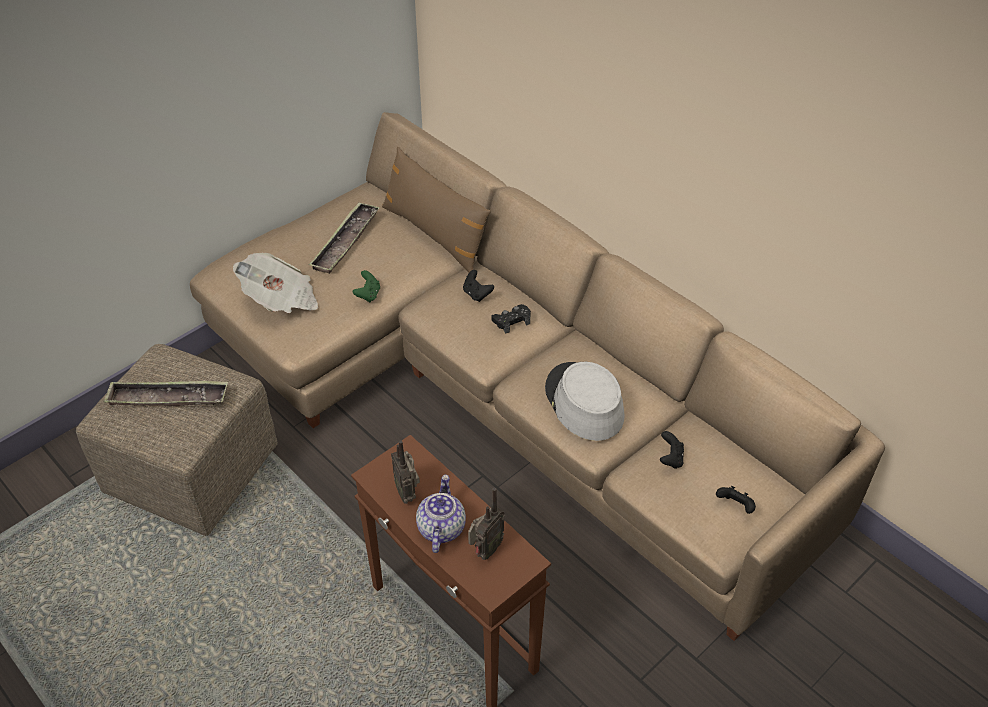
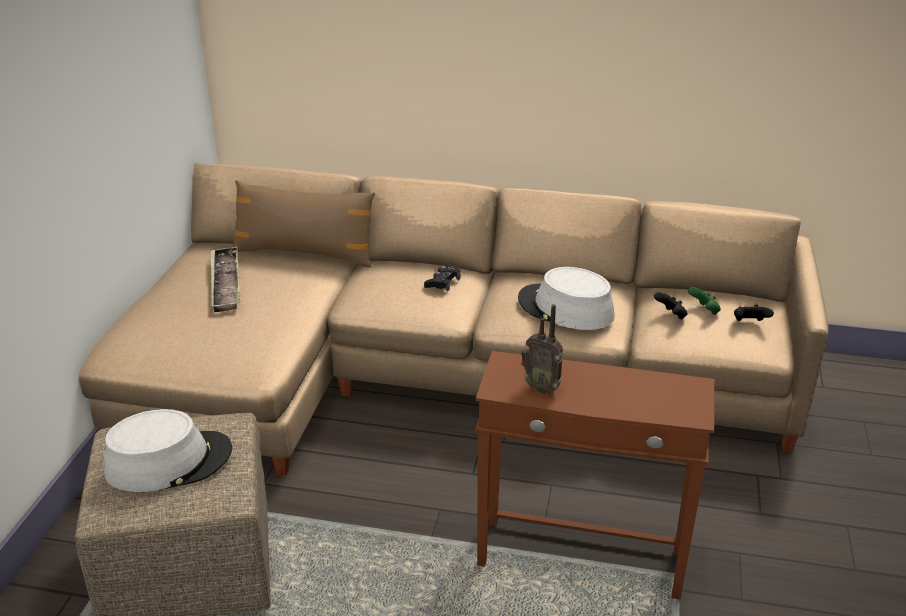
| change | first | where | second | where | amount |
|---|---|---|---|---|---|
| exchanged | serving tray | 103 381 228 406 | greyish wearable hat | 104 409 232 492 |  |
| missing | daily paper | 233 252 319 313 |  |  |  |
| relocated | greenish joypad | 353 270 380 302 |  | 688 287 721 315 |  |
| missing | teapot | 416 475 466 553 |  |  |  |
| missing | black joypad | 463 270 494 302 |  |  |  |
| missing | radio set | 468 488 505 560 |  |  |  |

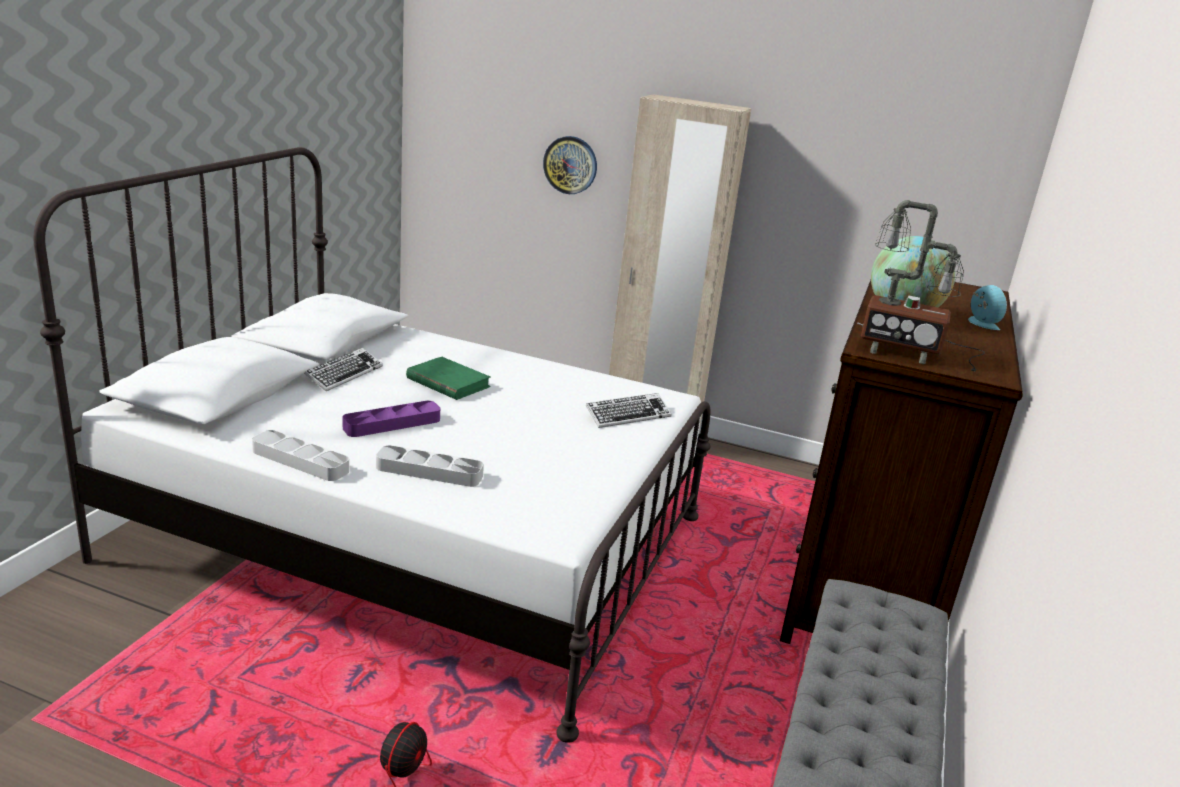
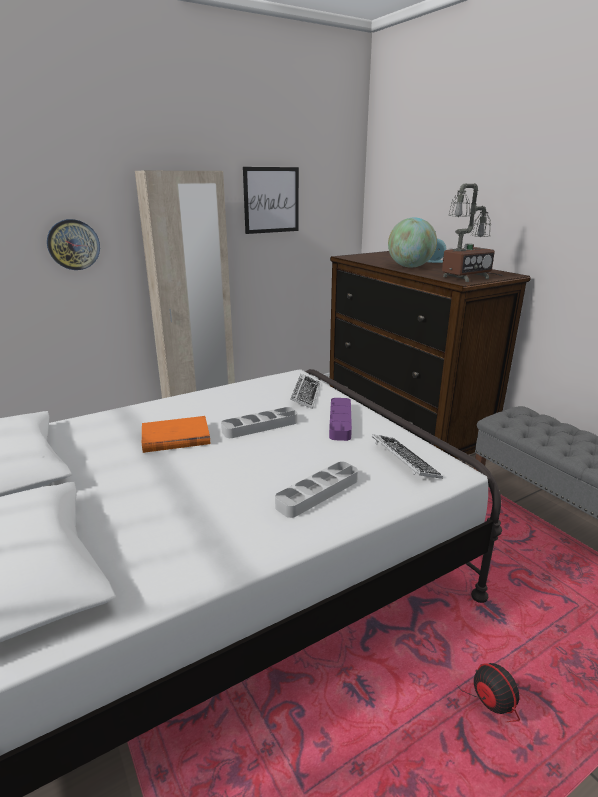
| change | first | where | second | where | amount |
|---|---|---|---|---|---|
| relocated | greyish serving tray | 252 430 349 481 |  | 221 407 297 438 |  |
| relocated | keyboard | 304 348 383 392 |  | 372 434 443 479 |  |
| relocated | purple-coloured serving tray | 342 401 440 437 |  | 329 398 352 441 |  |
| colour | greenish volume | 406 357 491 400 | orange-coloured volume | 142 416 210 453 |  |
| appeared |  |  | picture | 243 167 299 234 |  |

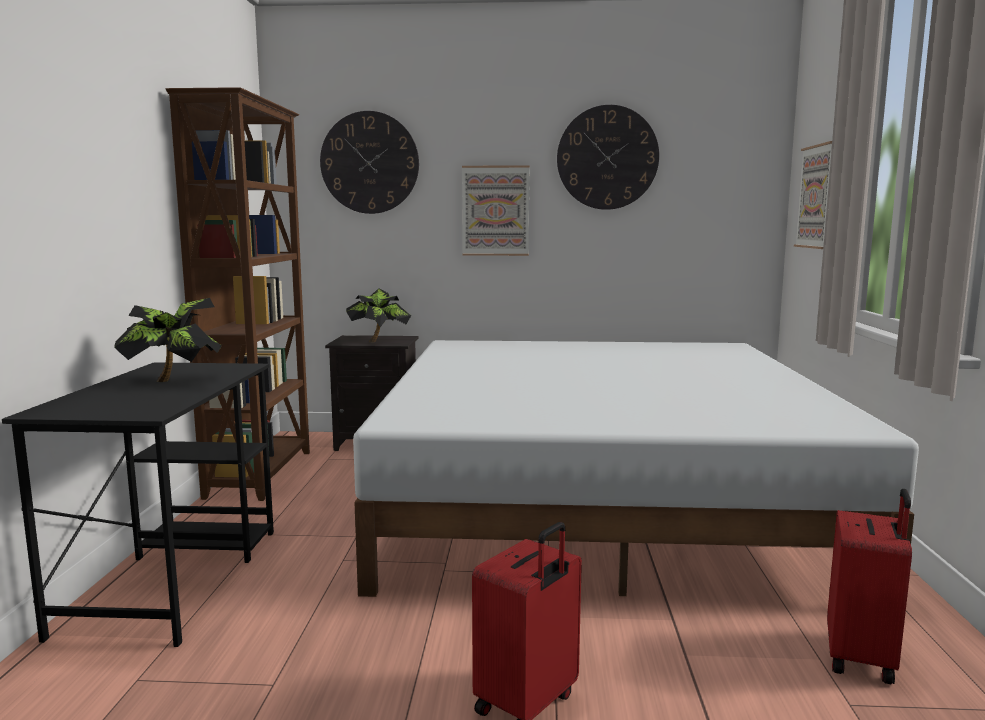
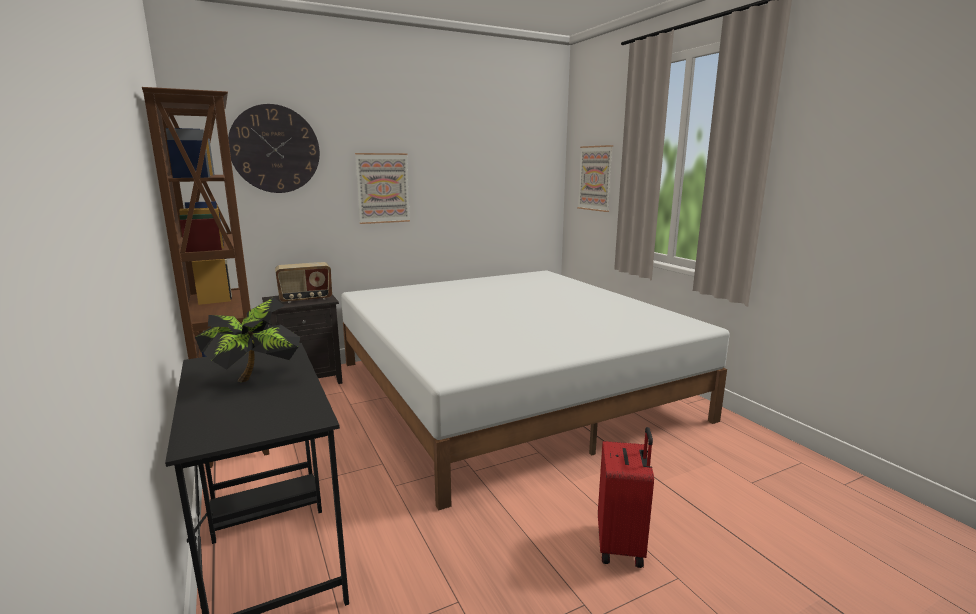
| change | first | where | second | where | amount |
|---|---|---|---|---|---|
| exchanged | potted plant | 346 288 411 342 | radio set | 275 262 332 303 |  |
| missing | clock on the wall | 557 105 659 210 |  |  |  |
| missing | reddish piece of luggage | 827 489 912 684 |  |  |  |

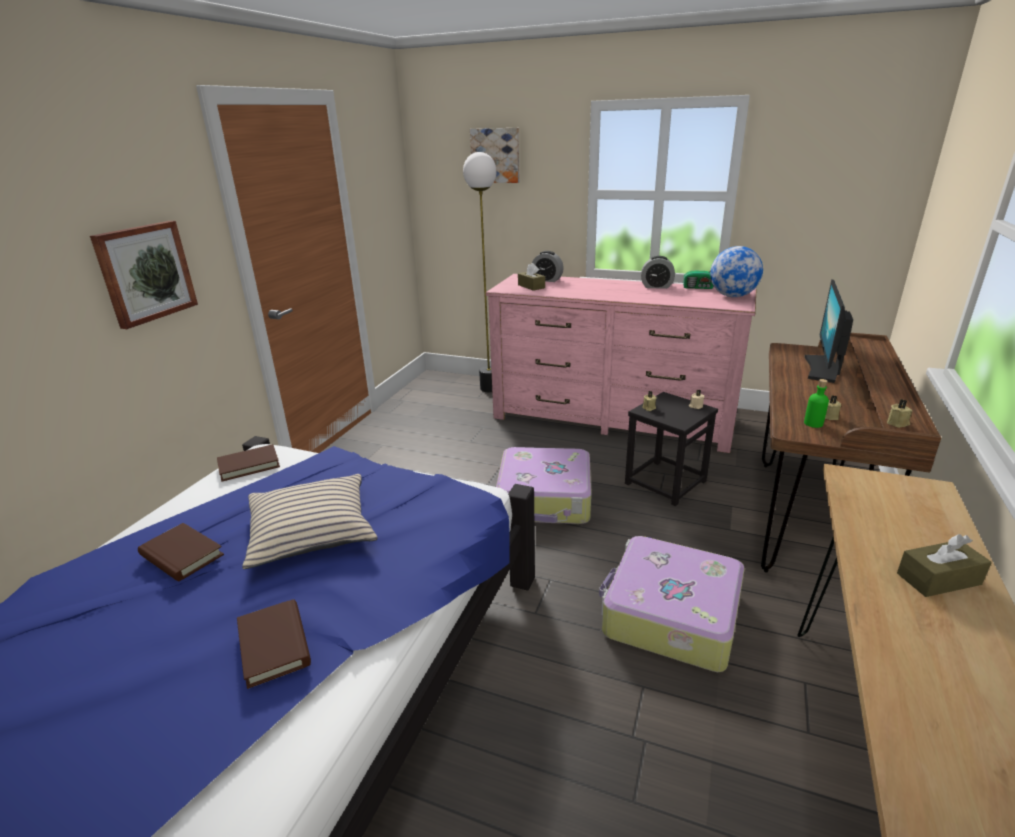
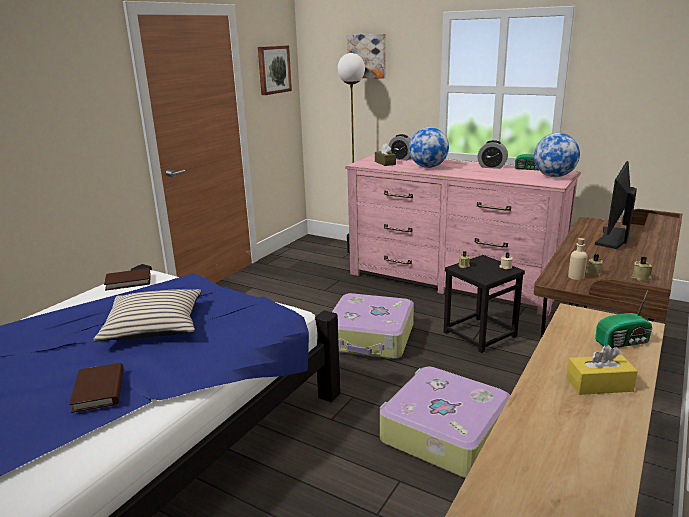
| change | first | where | second | where | amount |
|---|---|---|---|---|---|
| relocated | picture | 90 221 198 329 |  | 258 45 292 95 |  |
| missing | brown-coloured volume | 138 523 224 581 |  |  |  |
| colour | greenish bottle | 804 379 829 428 | beige bottle | 568 238 587 280 |  |
| colour | brown-coloured box of tissues | 897 534 992 597 | yellowish box of tissues | 566 344 638 395 |  |
| appeared |  |  | world globe | 409 127 449 168 |  |
| appeared |  |  | radio set | 595 290 653 348 |  |

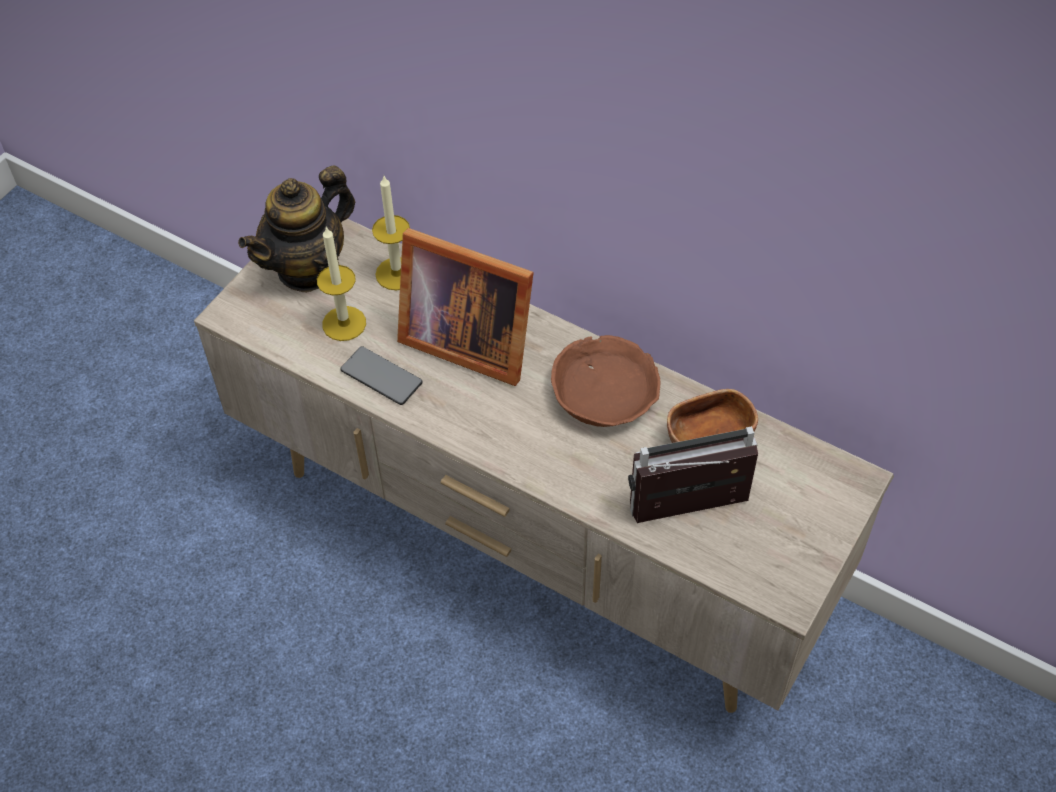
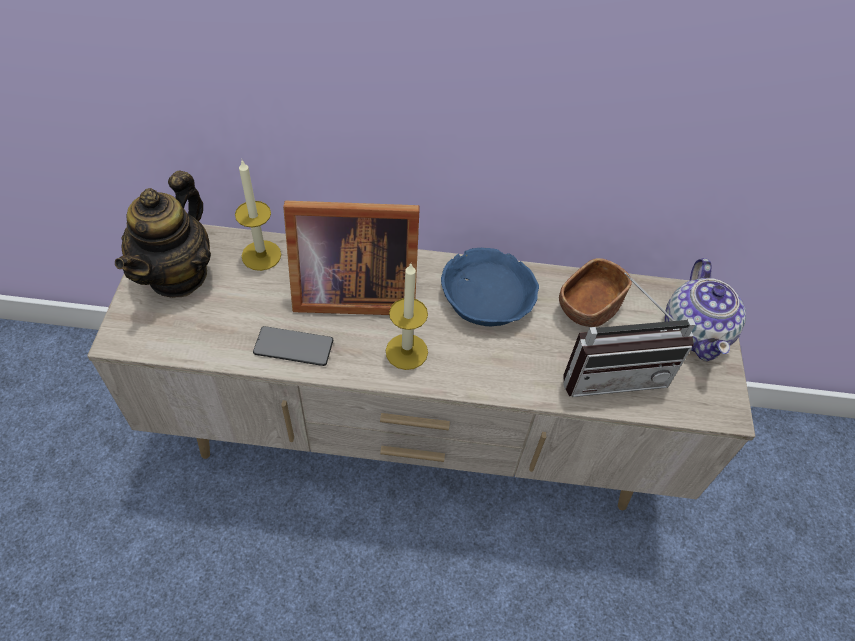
| change | first | where | second | where | amount |
|---|---|---|---|---|---|
| relocated | candle | 317 226 366 341 |  | 386 264 428 370 |  |
| colour | brown-coloured deep dish | 551 335 660 427 | bluish deep dish | 441 248 539 326 |  |
| spun | radio set | 628 426 758 523 |  | 563 272 695 397 | 150 degrees counterclockwise |
| appeared |  |  | teapot | 665 258 746 361 |  |

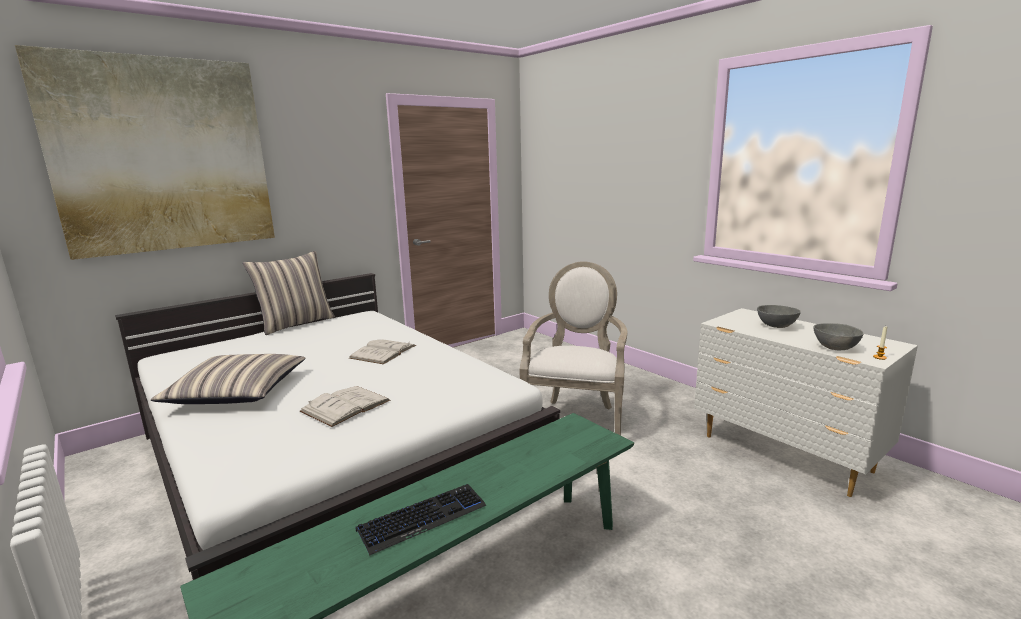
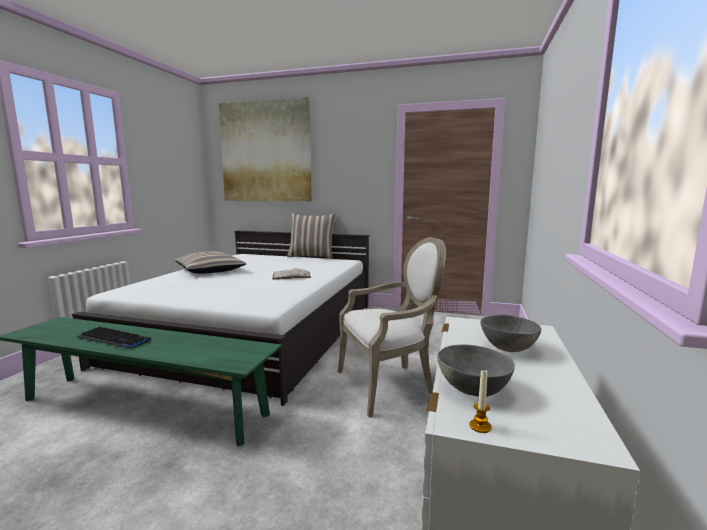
| change | first | where | second | where | amount |
|---|---|---|---|---|---|
| missing | white-coloured volume | 300 386 390 427 |  |  |  |

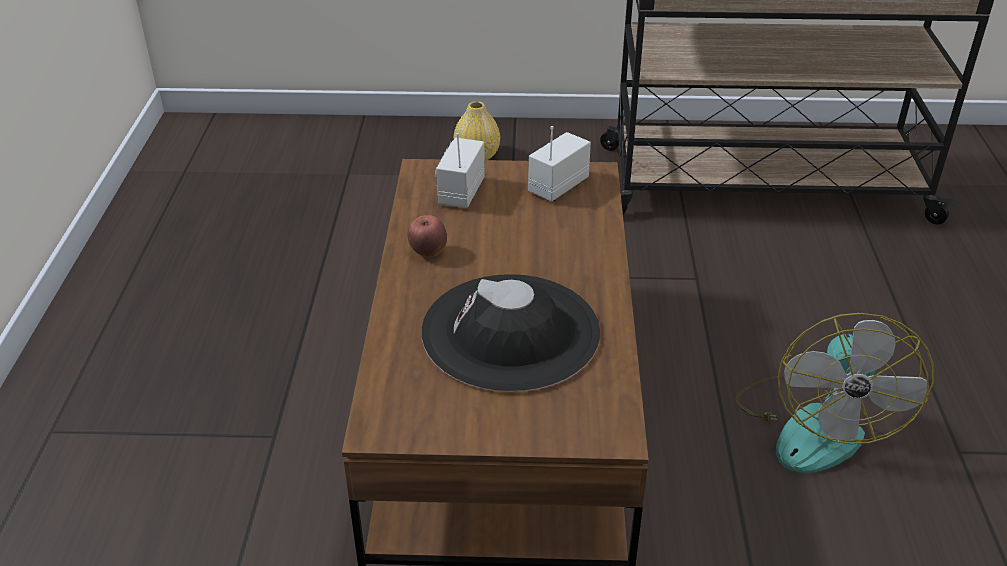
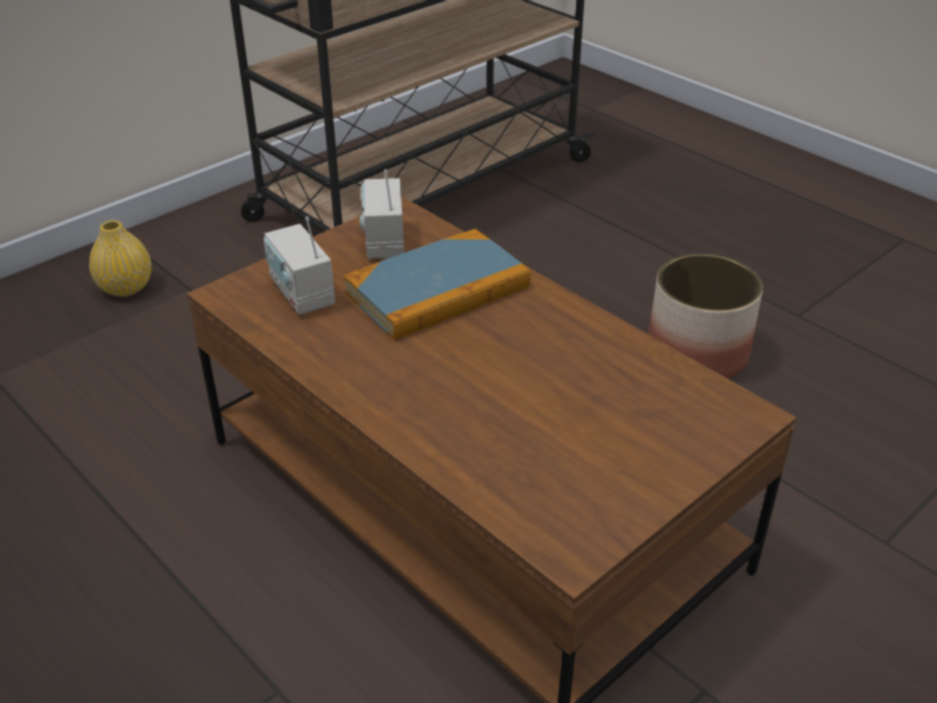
| change | first | where | second | where | amount |
|---|---|---|---|---|---|
| missing | apple fruit | 407 215 447 257 |  |  |  |
| missing | black wearable hat | 421 274 600 392 |  |  |  |
| exchanged | fan | 736 313 934 473 | flower pot | 648 254 763 378 |  |
| appeared |  |  | volume | 343 229 531 340 |  |

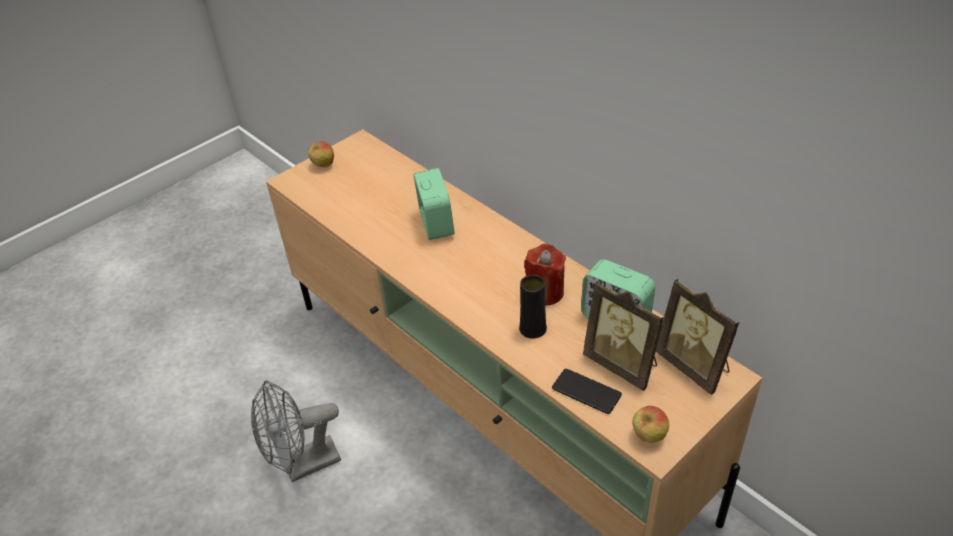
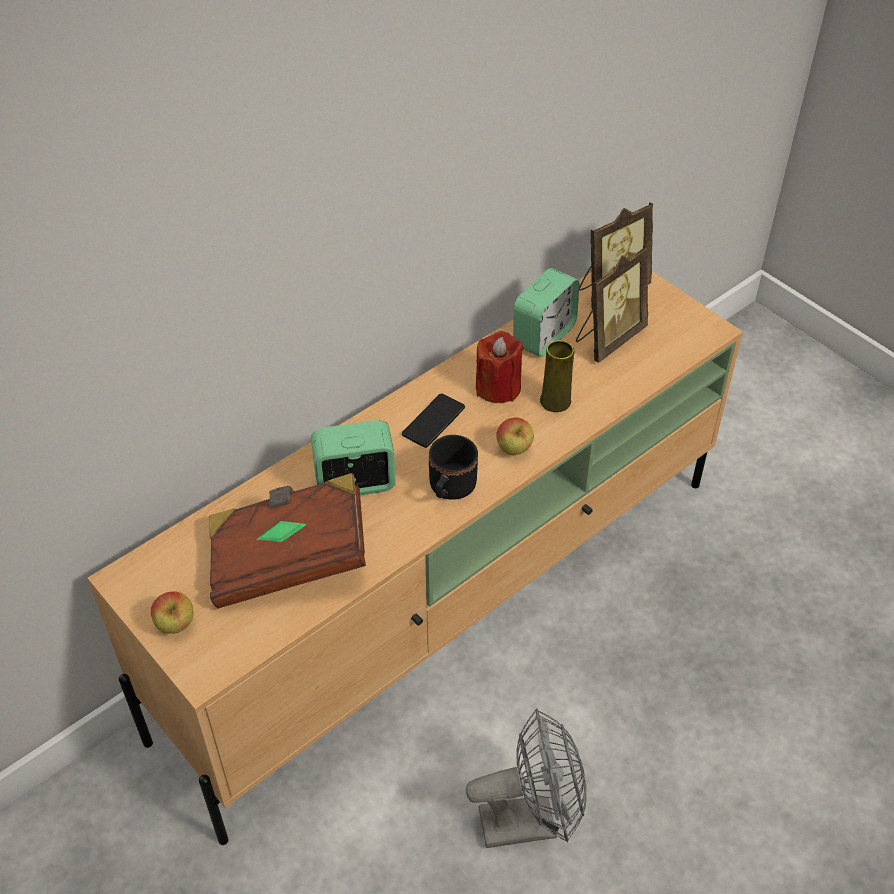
| change | first | where | second | where | amount |
|---|---|---|---|---|---|
| spun | greyish fan | 251 380 341 482 |  | 465 708 586 848 | 75 degrees counterclockwise |
| colour | black decorative vase | 519 275 547 339 | yellowish decorative vase | 540 340 574 412 |  |
| relocated | telephone | 552 369 622 414 |  | 402 393 465 448 |  |
| relocated | apple fruit | 632 406 669 443 |  | 496 418 534 455 |  |
| appeared |  |  | brown-coloured volume | 210 473 366 609 |  |
| appeared |  |  | black mug | 429 435 478 500 |  |

